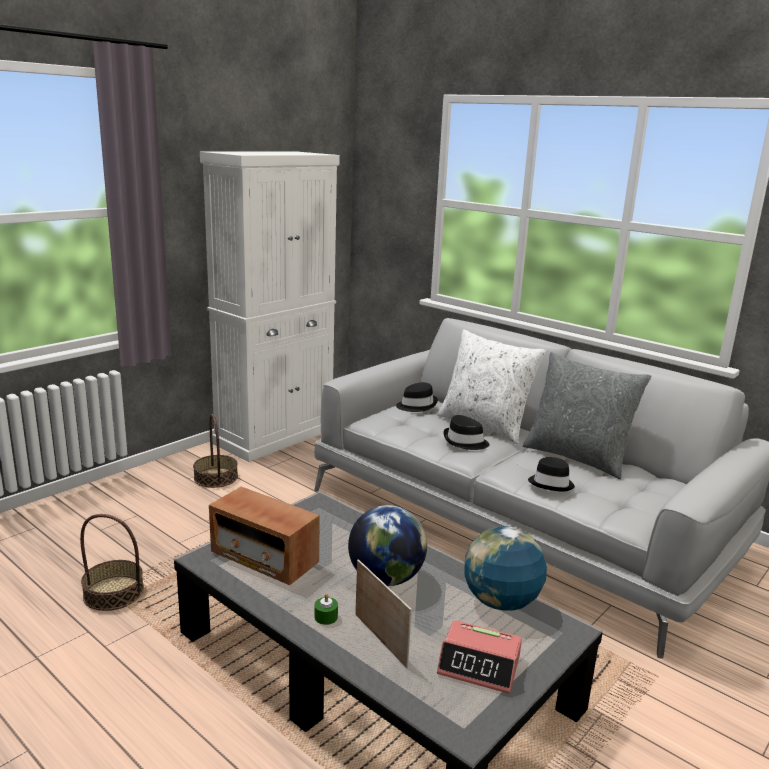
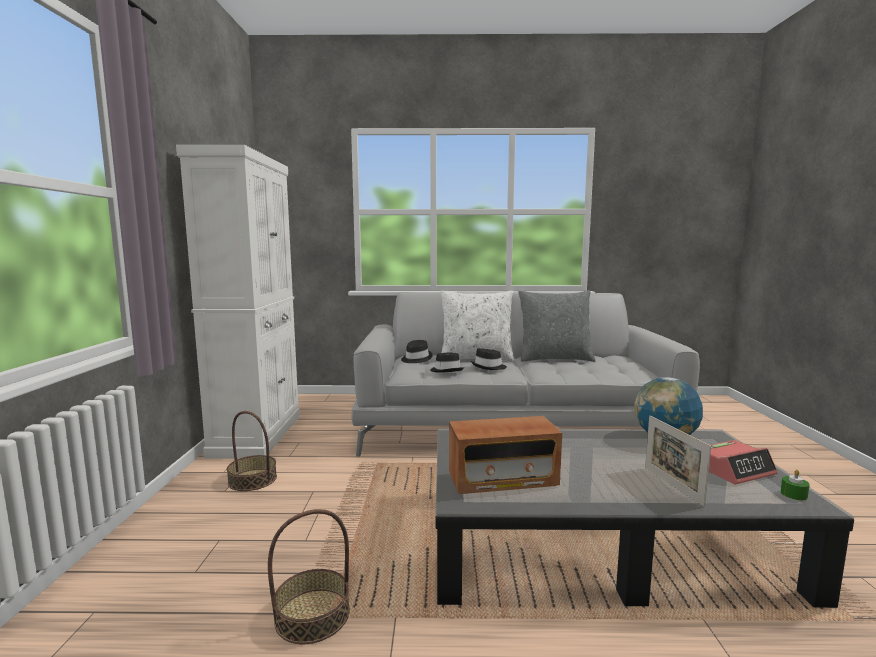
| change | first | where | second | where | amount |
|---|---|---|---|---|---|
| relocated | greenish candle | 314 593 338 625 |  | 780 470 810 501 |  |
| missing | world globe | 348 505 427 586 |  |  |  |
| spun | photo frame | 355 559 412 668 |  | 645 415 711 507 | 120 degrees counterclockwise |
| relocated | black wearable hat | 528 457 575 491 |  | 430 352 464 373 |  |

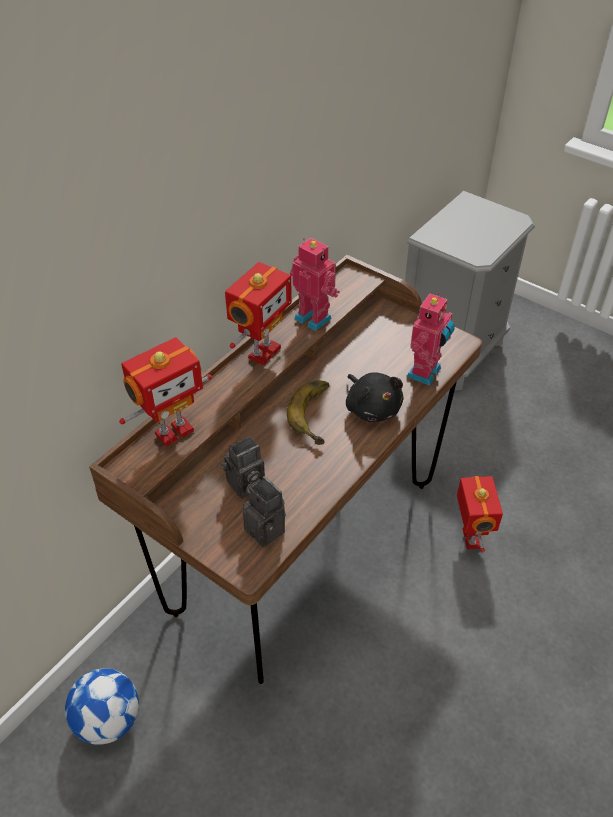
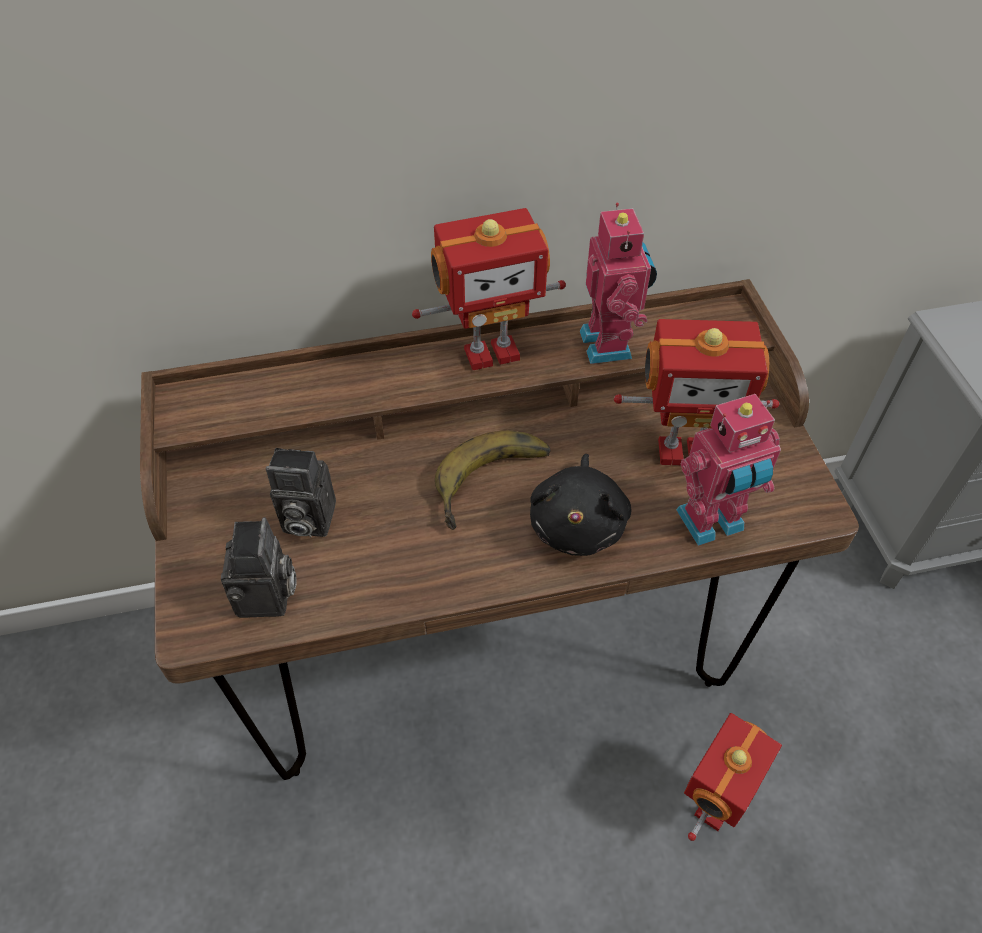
| change | first | where | second | where | amount |
|---|---|---|---|---|---|
| missing | ball for football | 65 668 139 745 |  |  |  |
| relocated | robot figure | 119 337 212 446 |  | 614 319 779 465 |  |

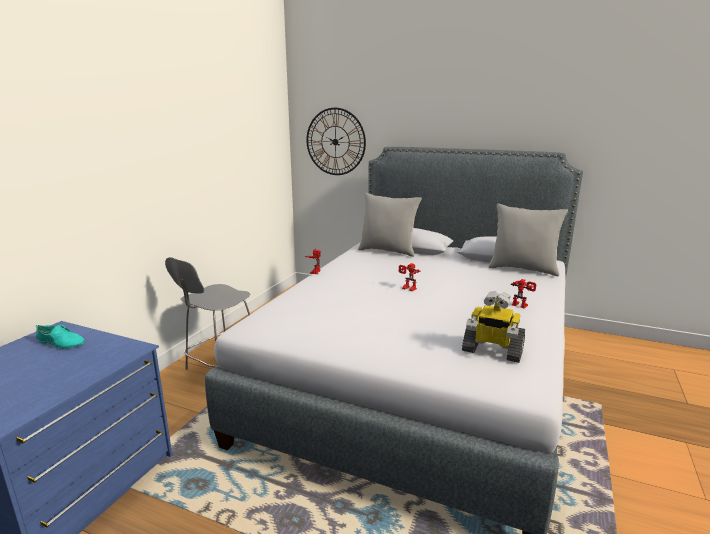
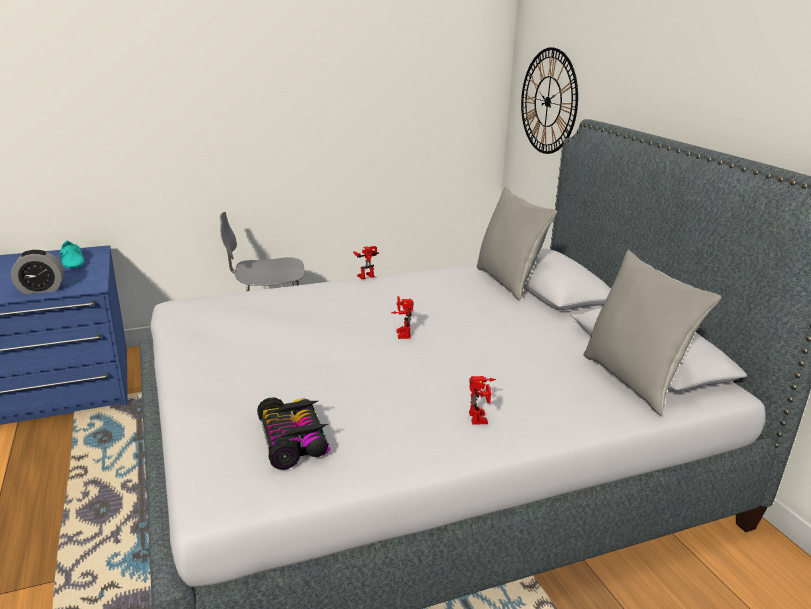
| change | first | where | second | where | amount |
|---|---|---|---|---|---|
| exchanged | robot figure | 462 291 525 363 | toy car | 257 397 331 470 |  |
| appeared |  |  | alarm clock | 11 250 64 294 |  |

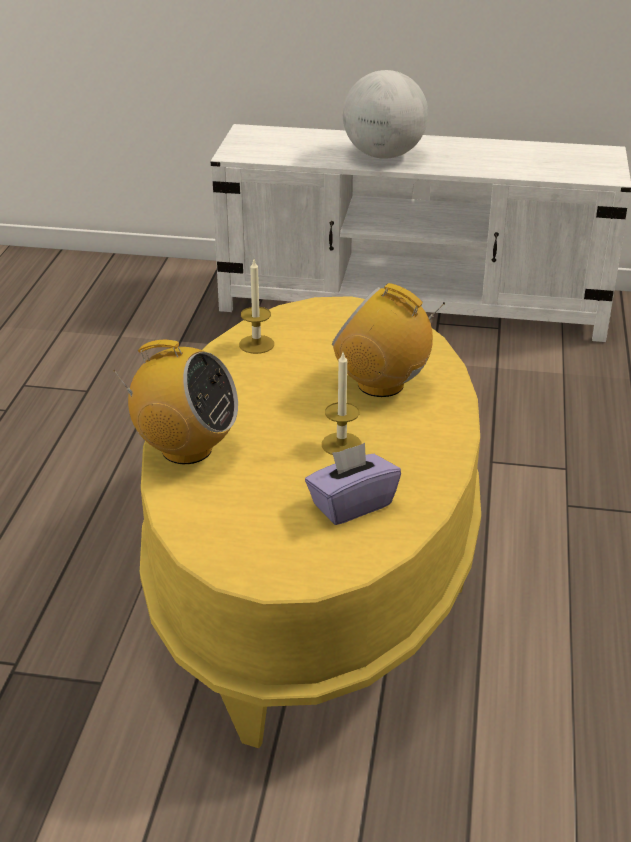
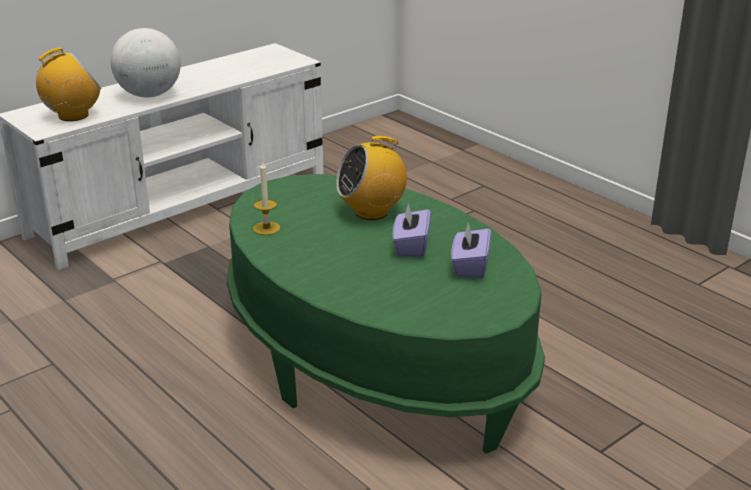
| change | first | where | second | where | amount |
|---|---|---|---|---|---|
| relocated | radio set | 113 340 238 464 |  | 36 47 101 121 |  |
| colour | yellowish coffee table | 140 296 481 748 | greenish coffee table | 226 174 545 454 |  |
| exchanged | candle | 322 353 361 455 | purple-coloured box of tissues | 392 204 431 257 |  |

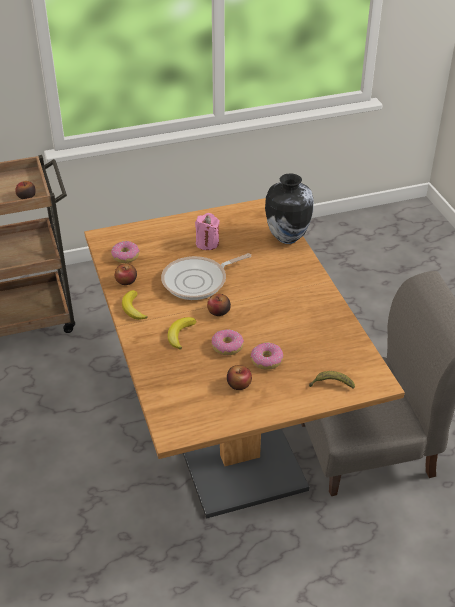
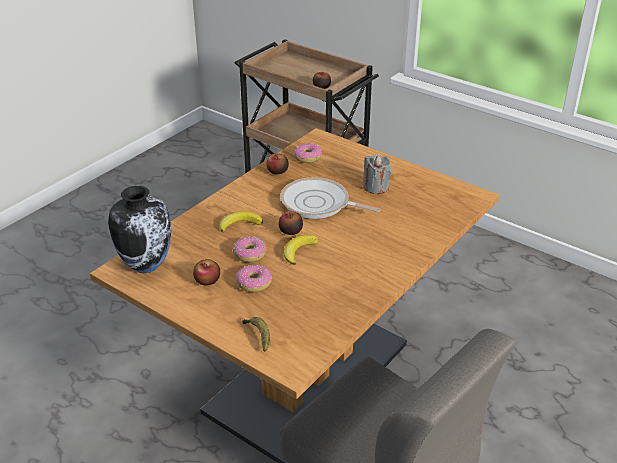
| change | first | where | second | where | amount |
|---|---|---|---|---|---|
| relocated | whole banana | 122 290 148 320 |  | 284 235 319 265 |  |
| colour | pinkish candle | 195 213 220 250 | greyish candle | 363 154 391 194 |  |
| relocated | decorative vase | 265 173 314 244 |  | 108 186 171 273 |  |

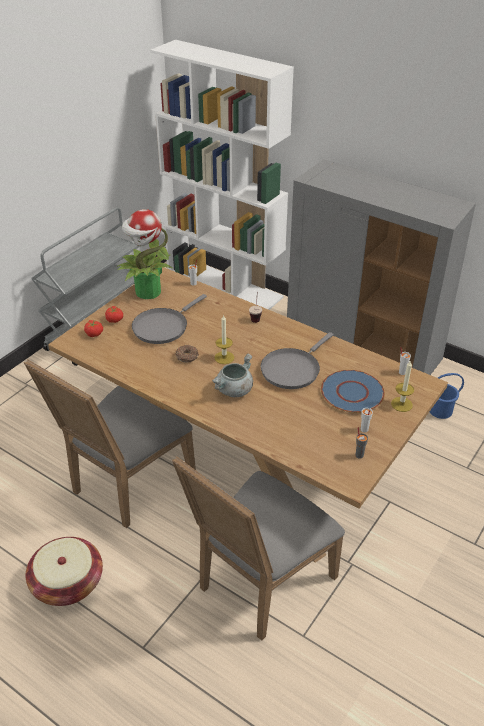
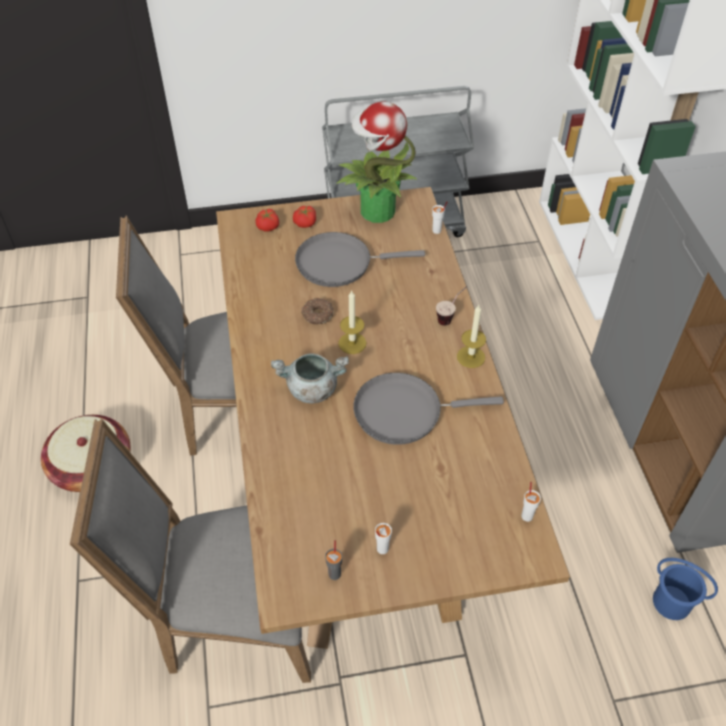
| change | first | where | second | where | amount |
|---|---|---|---|---|---|
| missing | bluish plate | 321 370 385 413 |  |  |  |
| relocated | candle | 391 360 414 412 |  | 457 305 486 368 |  |

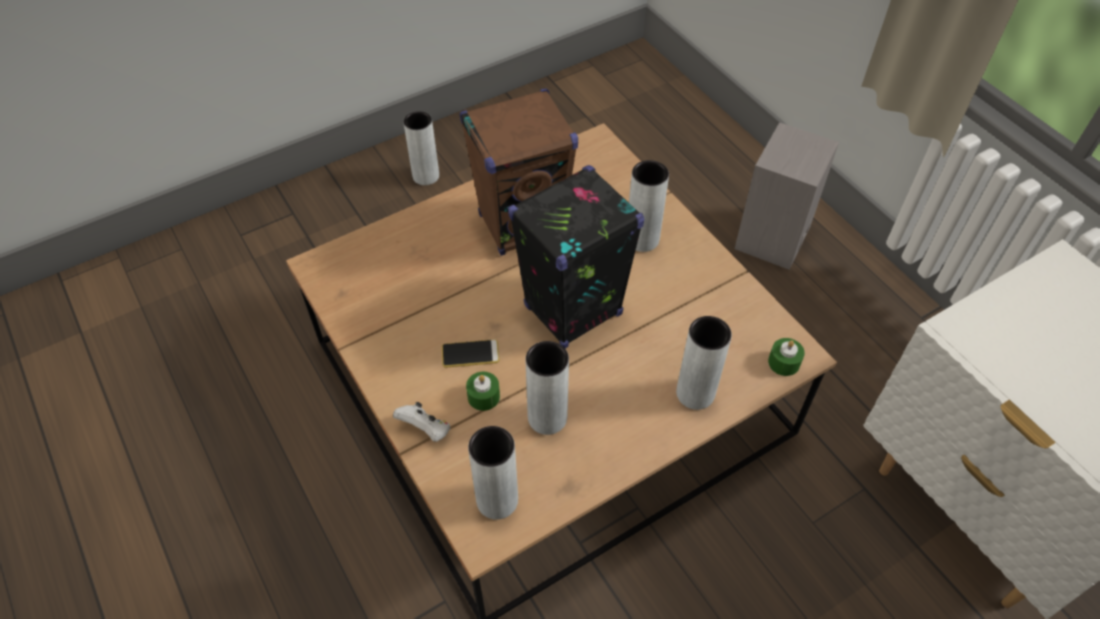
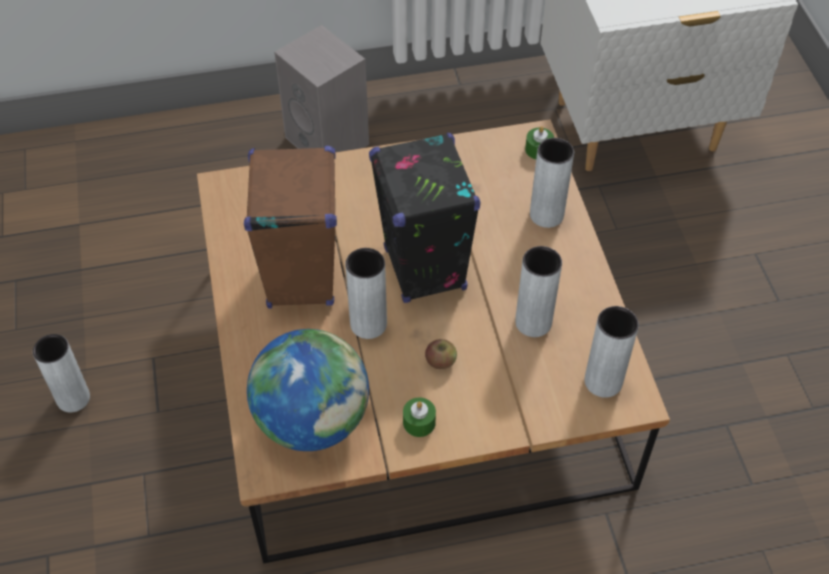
| change | first | where | second | where | amount |
|---|---|---|---|---|---|
| missing | white-coloured joypad | 393 402 451 442 |  |  |  |
| exchanged | telephone | 442 339 499 368 | apple fruit | 425 339 457 369 |  |
| relocated | greenish candle | 466 372 500 411 |  | 403 397 436 437 |  |
| relocated | greyish decorative vase | 629 160 669 252 |  | 345 248 387 339 |  |
| appeared |  |  | world globe | 247 329 369 451 |  |

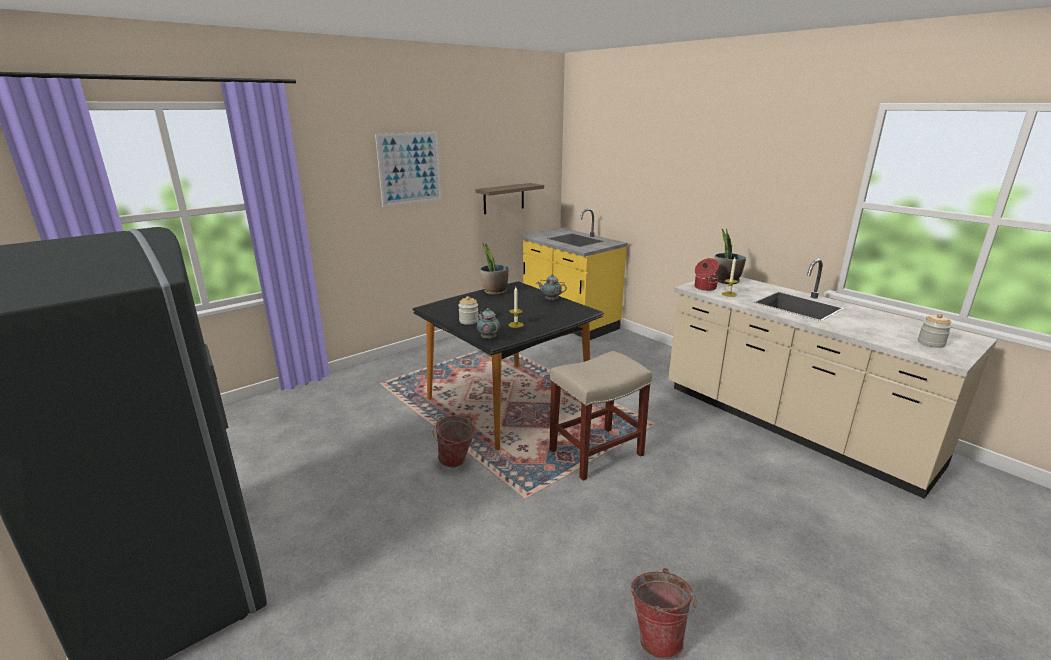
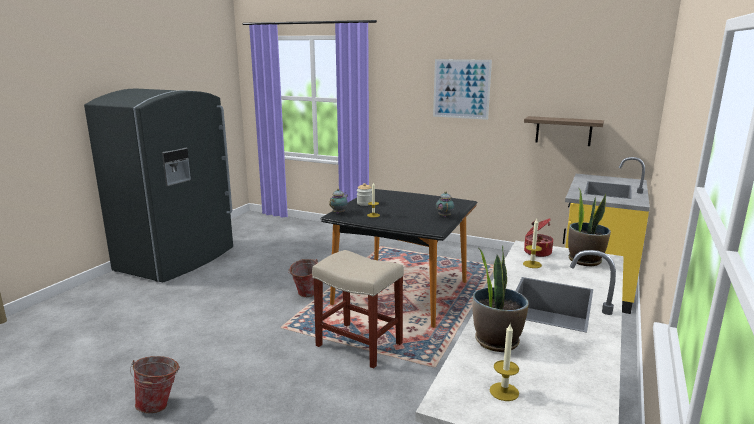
| change | first | where | second | where | amount |
|---|---|---|---|---|---|
| relocated | potted plant | 480 243 509 295 |  | 472 245 529 352 |  |
| exchanged | storage jar | 918 314 952 348 | candle | 490 324 519 401 |  |

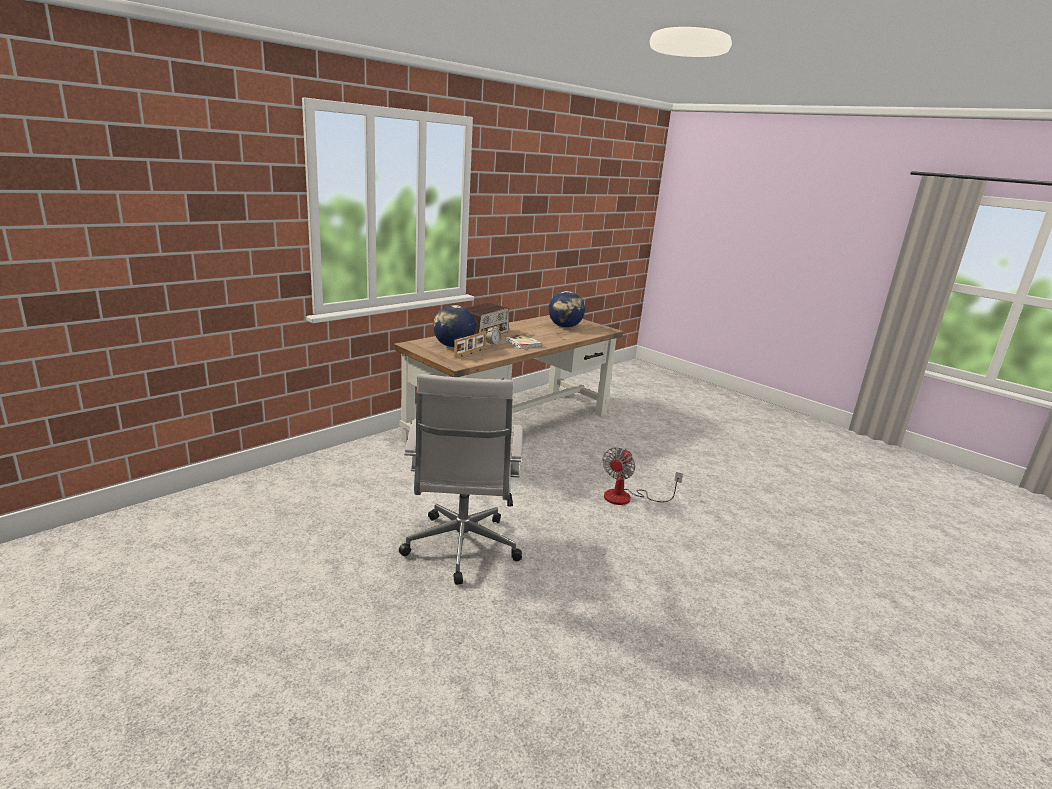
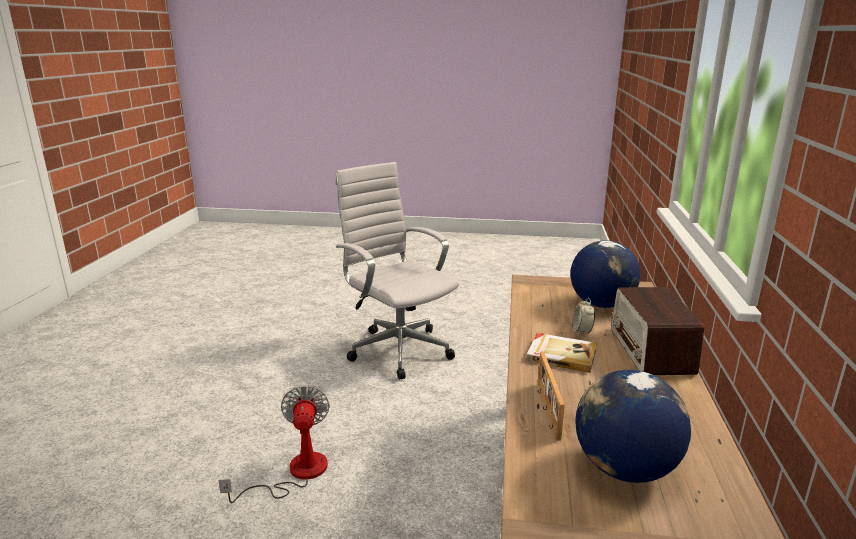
| change | first | where | second | where | amount |
|---|---|---|---|---|---|
| relocated | photo frame | 454 332 486 359 |  | 538 351 565 441 |  |

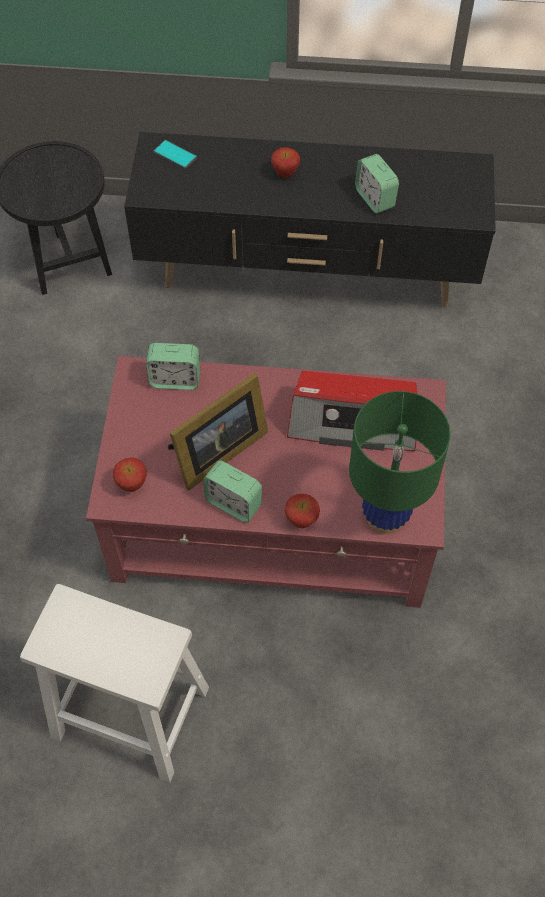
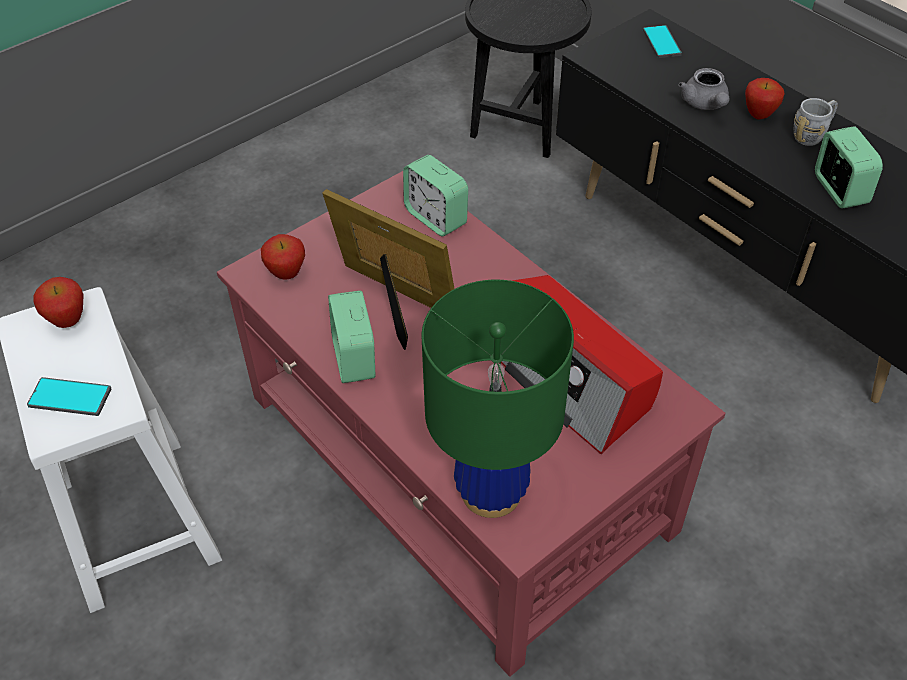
| change | first | where | second | where | amount |
|---|---|---|---|---|---|
| spun | photo frame | 168 373 268 491 |  | 323 189 454 350 | 150 degrees counterclockwise |
| relocated | apple fruit | 285 494 320 528 |  | 33 277 84 328 |  |
| spun | alarm clock | 355 154 399 214 |  | 815 126 883 208 | 150 degrees clockwise |
| appeared |  |  | telephone | 27 377 112 416 |  |
| appeared |  |  | greyish teapot | 678 68 730 110 |  |
| appeared |  |  | greyish mug | 794 98 838 146 |  |

